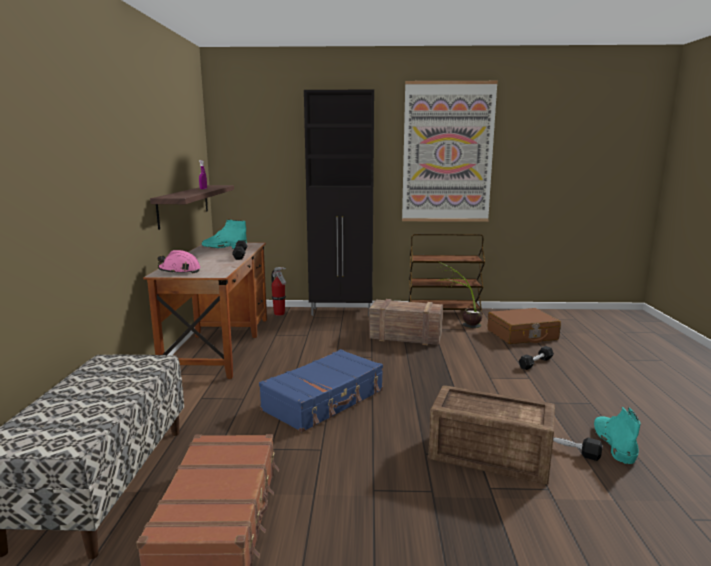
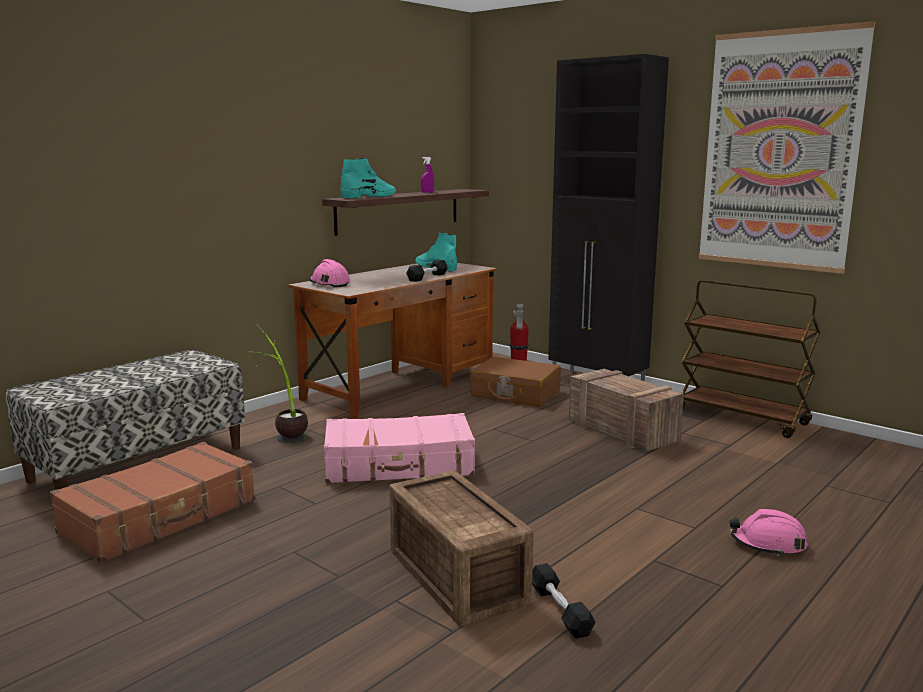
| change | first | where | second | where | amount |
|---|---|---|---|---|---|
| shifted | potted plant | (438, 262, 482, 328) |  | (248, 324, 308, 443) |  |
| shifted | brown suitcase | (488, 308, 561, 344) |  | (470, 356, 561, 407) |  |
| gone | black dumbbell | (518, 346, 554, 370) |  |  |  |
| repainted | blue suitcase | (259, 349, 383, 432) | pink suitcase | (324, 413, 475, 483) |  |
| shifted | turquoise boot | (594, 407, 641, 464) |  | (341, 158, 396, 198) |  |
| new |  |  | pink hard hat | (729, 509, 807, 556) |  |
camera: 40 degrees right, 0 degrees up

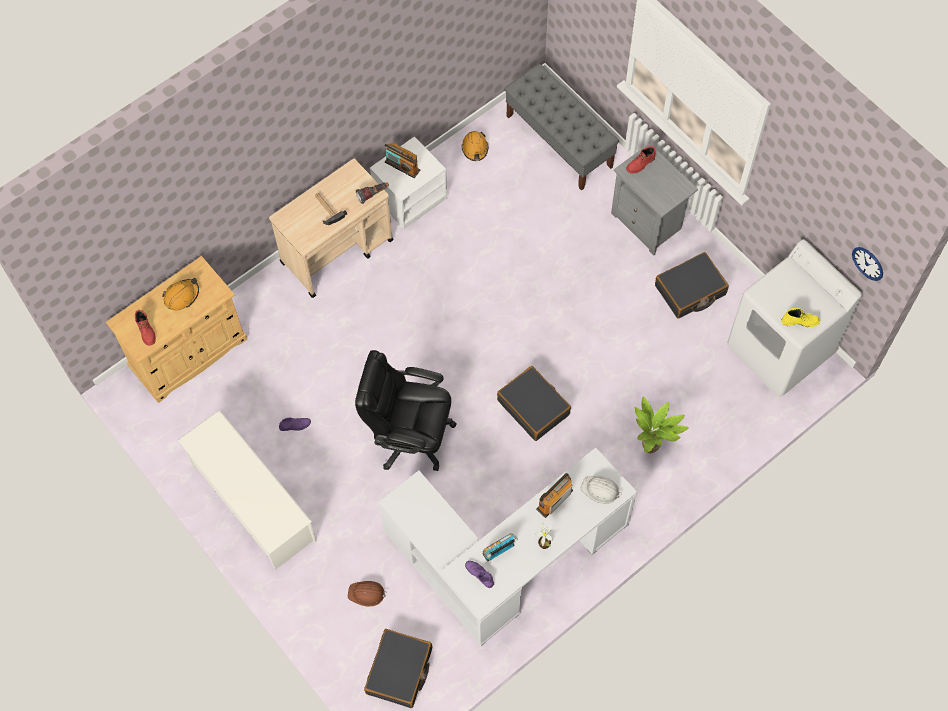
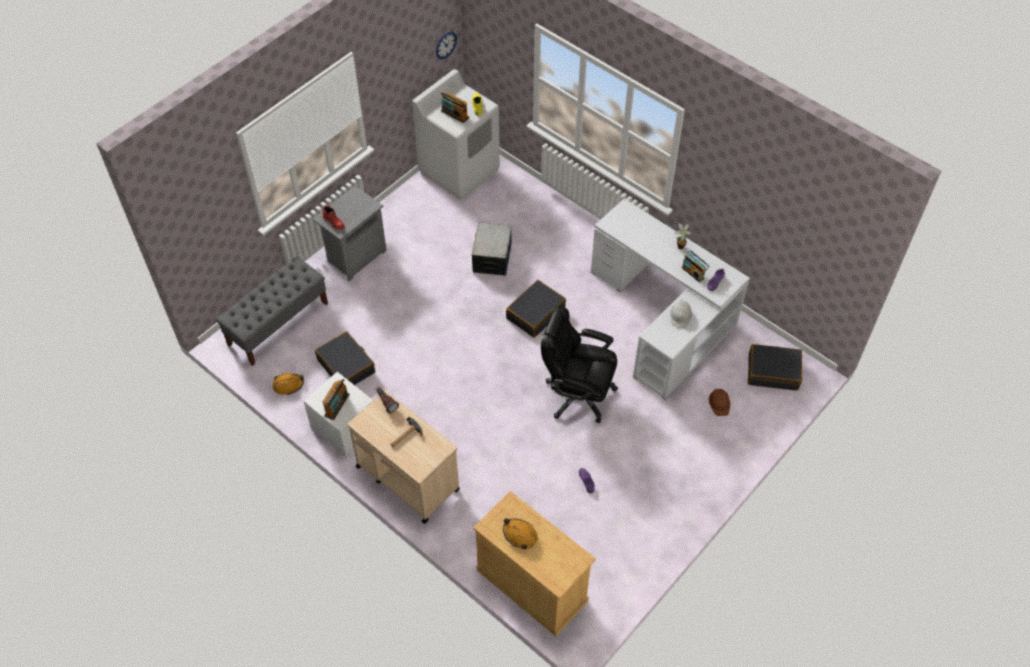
| change | first | where | second | where | amount |
|---|---|---|---|---|---|
| shifted | black suitcase | (655, 252, 729, 319) |  | (315, 331, 375, 385) |  |
| gone | red boot | (135, 310, 156, 346) |  |  |  |
| rotated | black office chair | (355, 350, 457, 471) |  | (541, 306, 618, 423) | 105 degrees clockwise |
| gone | potted plant | (635, 396, 689, 453) |  |  |  |
| gone | white shoe rack | (178, 410, 317, 570) |  |  |  |
| shifted | radio | (536, 473, 573, 518) |  | (441, 92, 469, 123) |  |
| shifted | white hard hat | (581, 476, 622, 504) |  | (670, 301, 692, 328) |  |
| new |  |  | storage box | (472, 223, 512, 276) |  |
camera: 100 degrees left, 10 degrees down

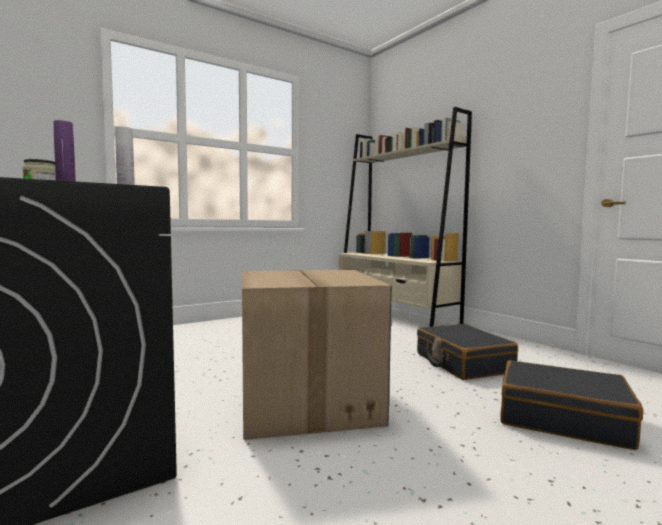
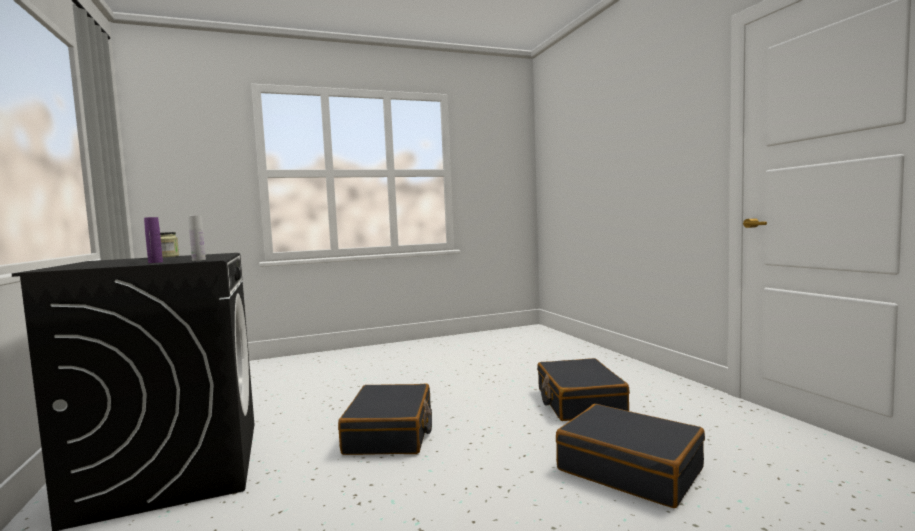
| change | first | where | second | where | amount |
|---|---|---|---|---|---|
| gone | beige bookcase | (339, 107, 472, 327) |  |  |  |
| swapped | cardboard box | (242, 270, 392, 440) | black suitcase | (338, 384, 432, 455) |  |
camera: 15 degrees right, 0 degrees up

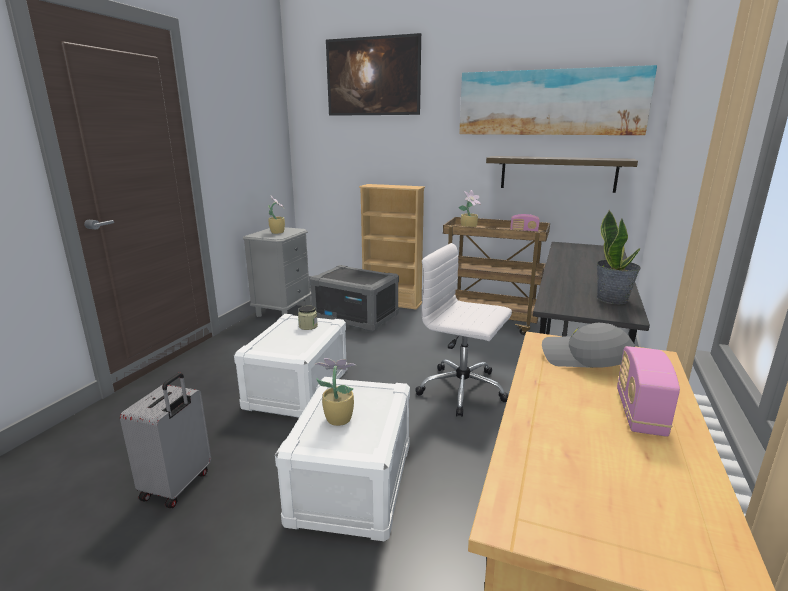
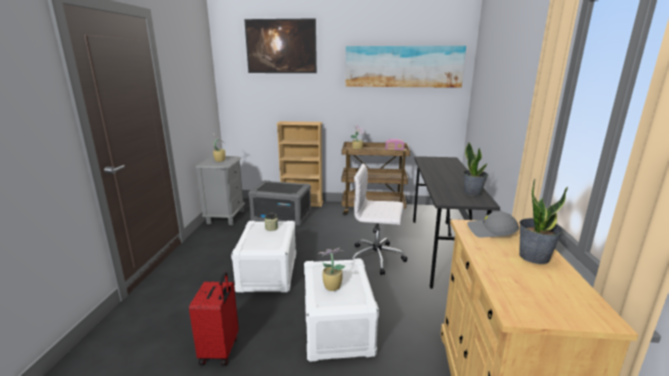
| change | first | where | second | where | amount |
|---|---|---|---|---|---|
| gone | shelf | (486, 156, 638, 193) |  |  |  |
| swapped | radio | (617, 346, 680, 437) | potted plant | (519, 179, 568, 264) |  |
| repainted | grey suitcase | (120, 373, 211, 508) | red suitcase | (189, 272, 239, 366) |  |
camera: 15 degrees left, 0 degrees up

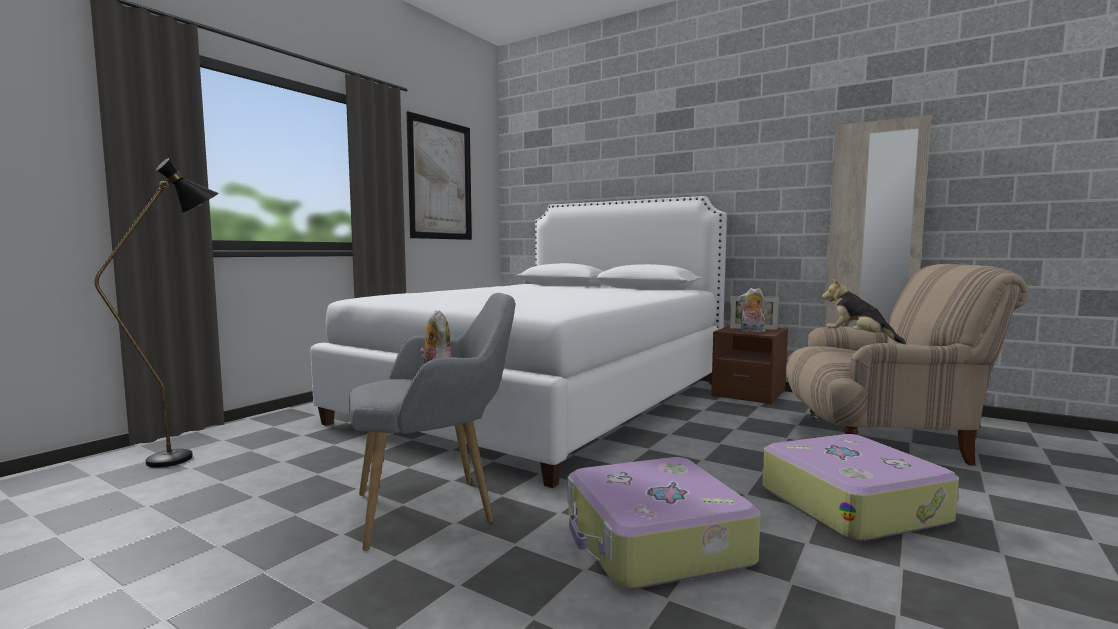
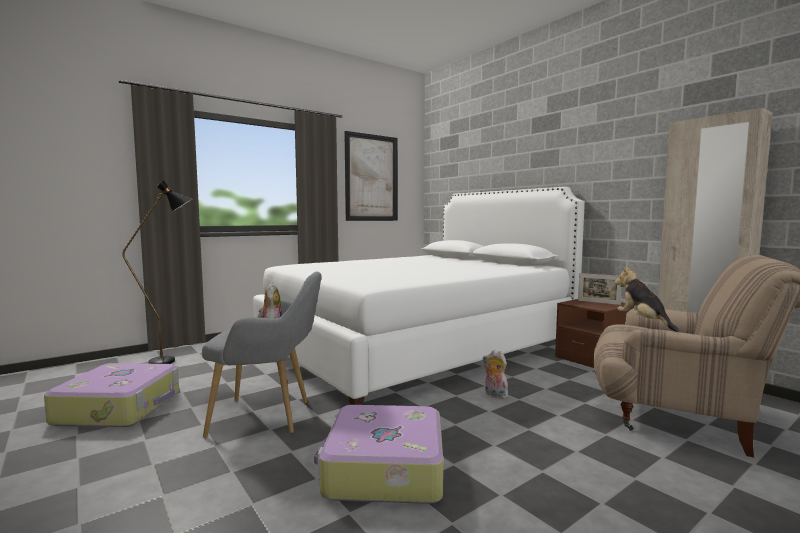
| change | first | where | second | where | amount |
|---|---|---|---|---|---|
| shifted | plush toy | (738, 288, 765, 333) |  | (483, 350, 508, 399) |  |
| shifted | suitcase | (762, 434, 959, 542) |  | (44, 363, 179, 427) |  |
camera: 20 degrees right, 0 degrees up

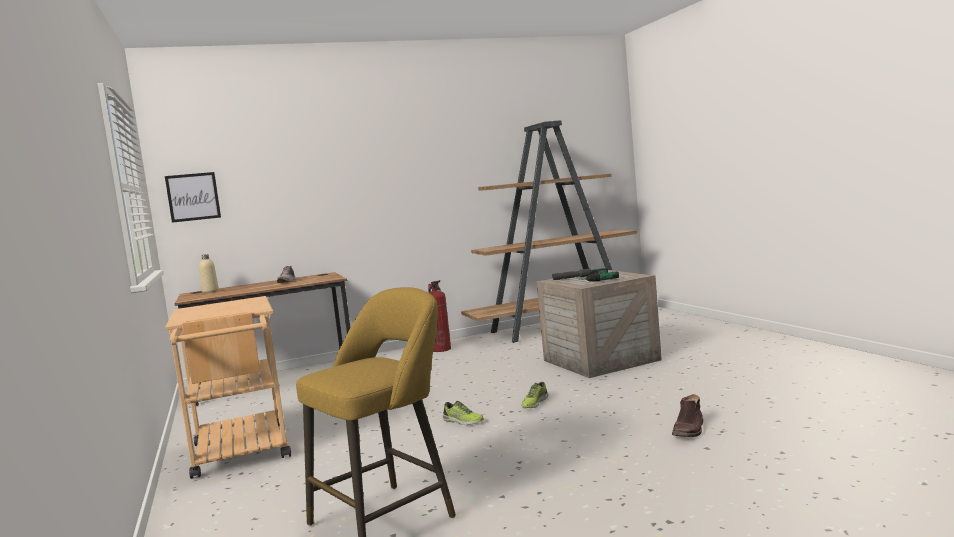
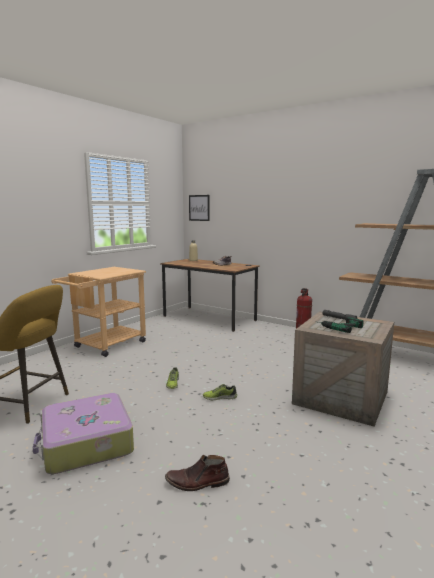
| change | first | where | second | where | amount |
|---|---|---|---|---|---|
| new |  |  | suitcase | (33, 393, 134, 474) |  |
camera: 55 degrees right, 5 degrees up

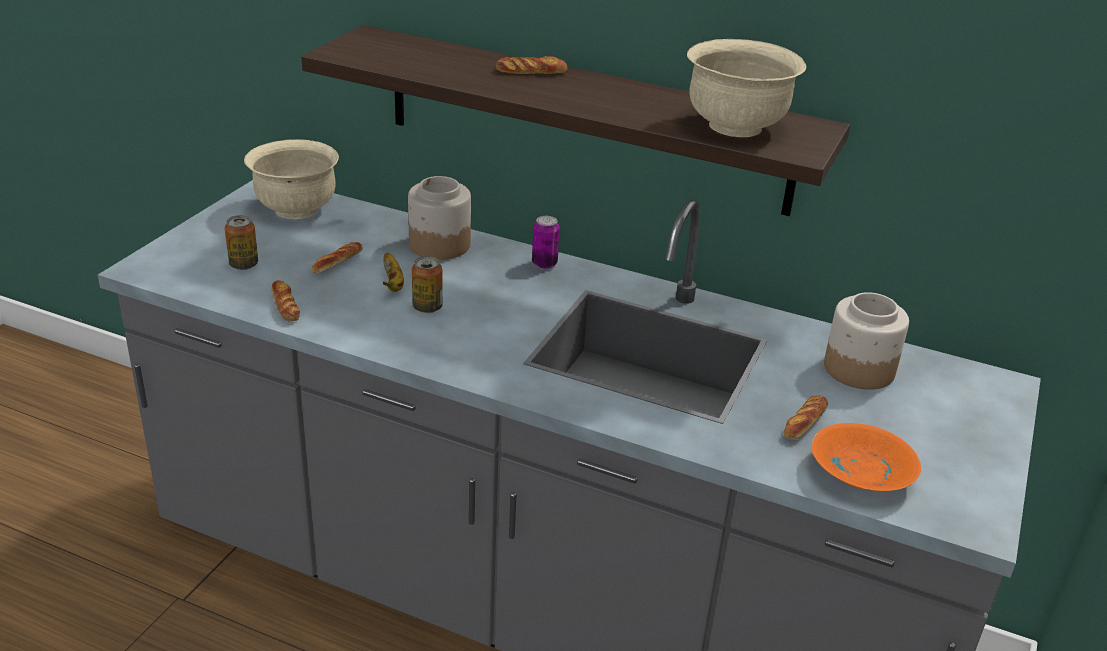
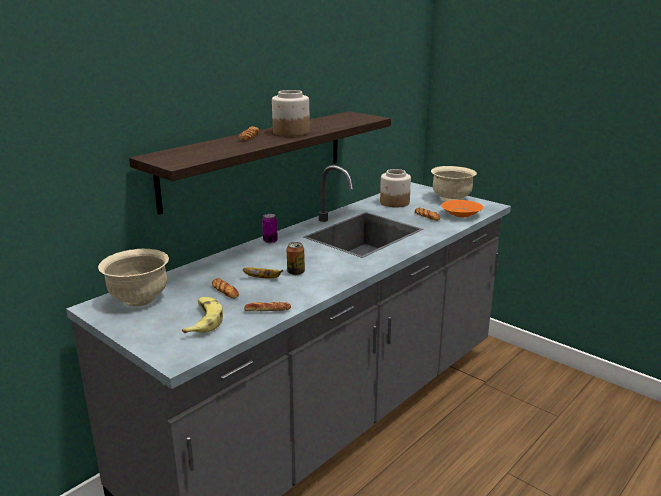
| change | first | where | second | where | amount |
|---|---|---|---|---|---|
| shifted | beige bowl | (687, 39, 806, 137) |  | (431, 166, 477, 201) |  |
| shifted | jar | (408, 176, 471, 260) |  | (272, 90, 310, 136) |  |
| swapped | can | (225, 215, 258, 270) | banana | (182, 297, 223, 333) |  |
camera: 70 degrees left, 10 degrees down

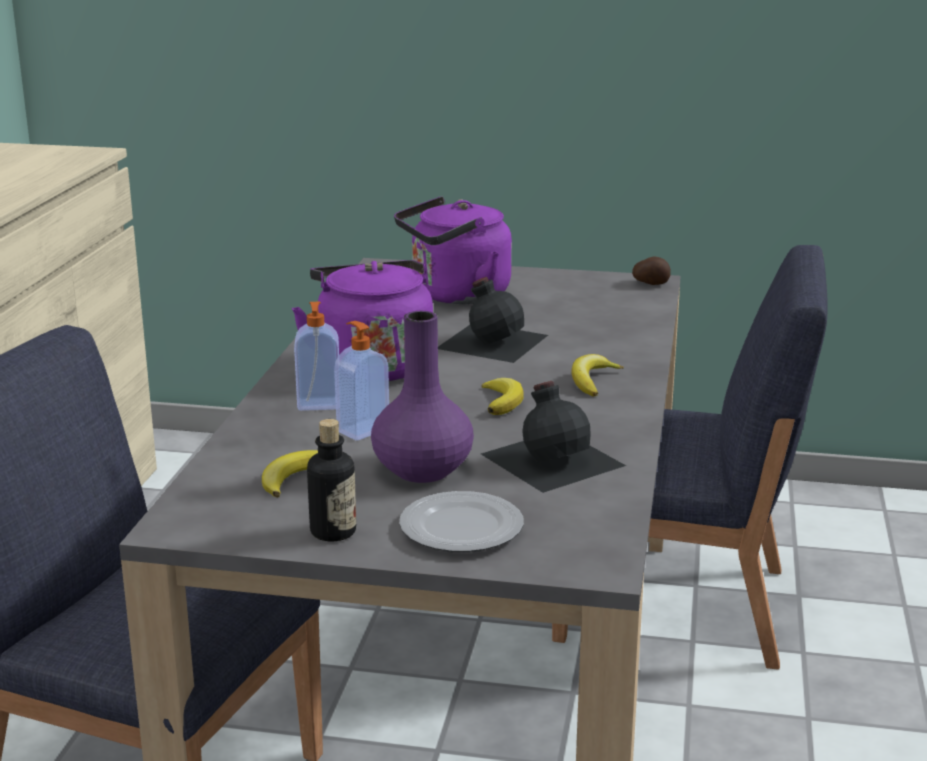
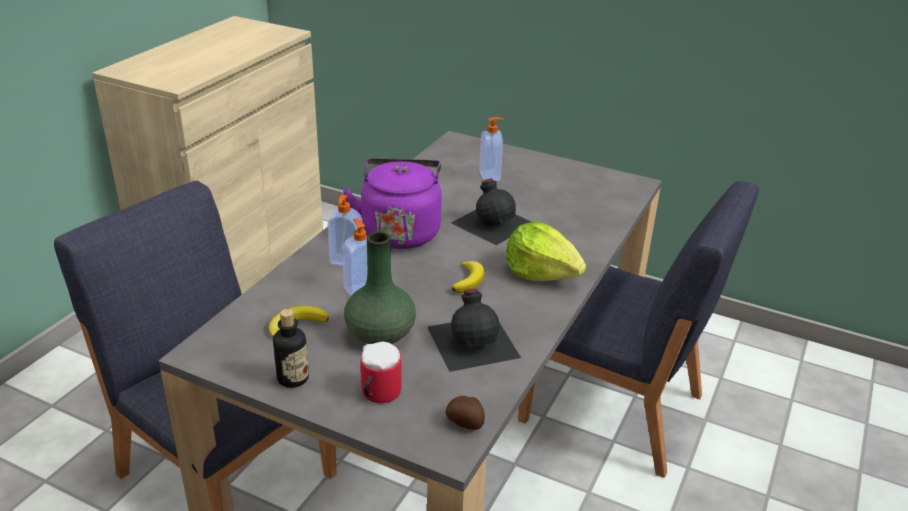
| change | first | where | second | where | amount |
|---|---|---|---|---|---|
| swapped | purple kettle | (394, 196, 512, 304) | soap dispenser | (479, 117, 504, 181) |  |
| shifted | potato | (632, 256, 671, 285) |  | (446, 396, 485, 430) |  |
| repainted | purple vase | (371, 311, 474, 483) | green vase | (344, 232, 416, 344) |  |
| swapped | banana | (571, 354, 624, 397) | lettuce | (506, 221, 586, 281) |  |
| swapped | plate | (399, 491, 524, 552) | mug | (361, 342, 402, 403) |  |
camera: 15 degrees right, 10 degrees up

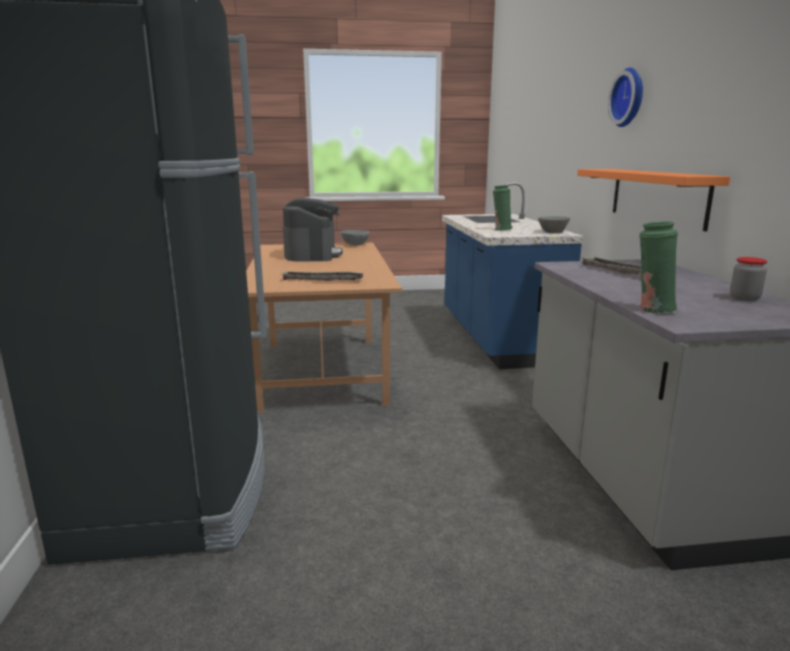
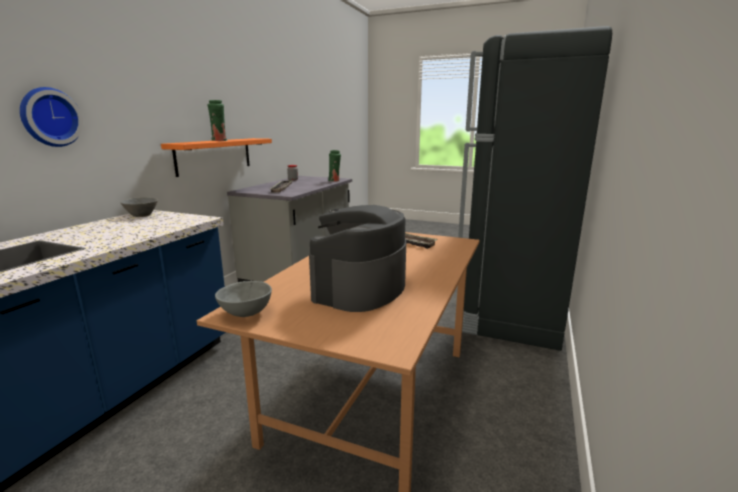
| change | first | where | second | where | amount |
|---|---|---|---|---|---|
| shifted | wall clock | (608, 68, 643, 127) |  | (20, 87, 83, 147) |  |
| shifted | green vase | (493, 185, 512, 231) |  | (207, 100, 228, 141) |  |
camera: 150 degrees left, 0 degrees up

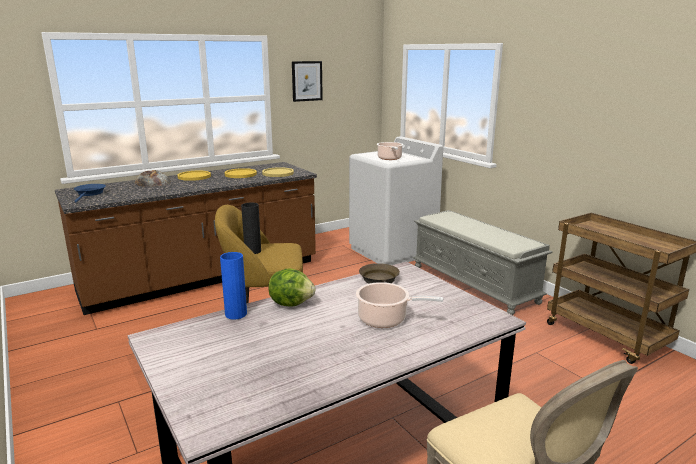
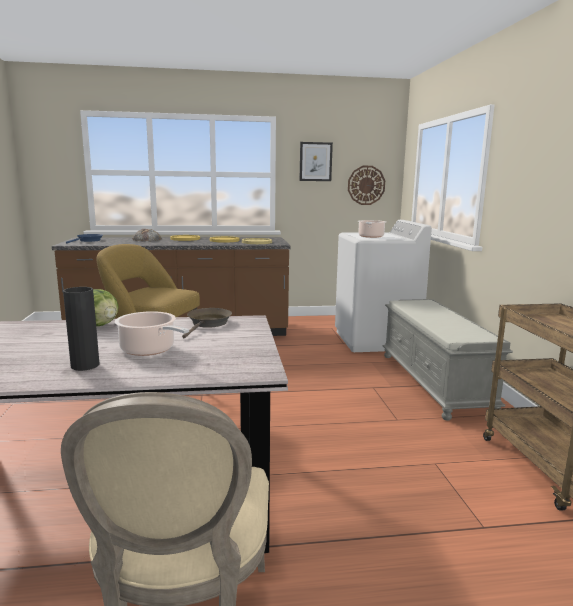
| change | first | where | second | where | amount |
|---|---|---|---|---|---|
| shifted | black vase | (241, 203, 261, 254) |  | (63, 287, 100, 371) |  |
| gone | blue vase | (220, 252, 247, 320) |  |  |  |
| new |  |  | wall clock | (348, 166, 385, 205) |  |
camera: 25 degrees right, 5 degrees down

